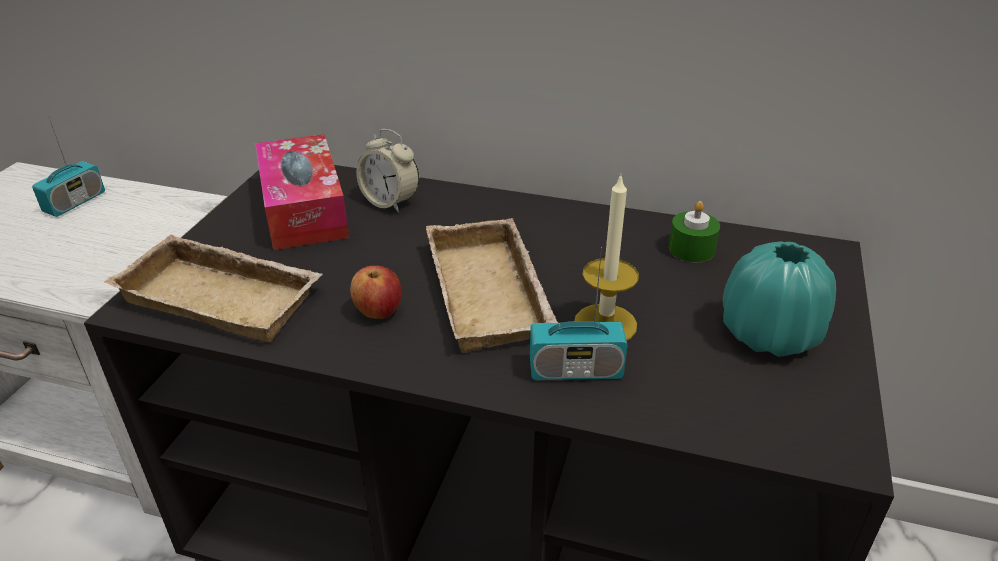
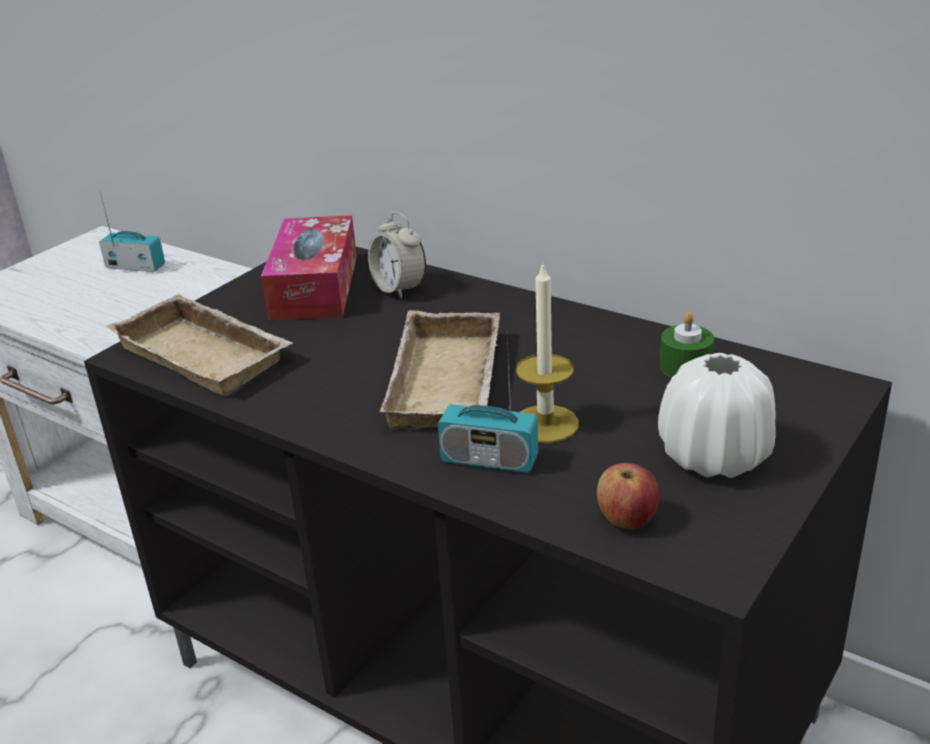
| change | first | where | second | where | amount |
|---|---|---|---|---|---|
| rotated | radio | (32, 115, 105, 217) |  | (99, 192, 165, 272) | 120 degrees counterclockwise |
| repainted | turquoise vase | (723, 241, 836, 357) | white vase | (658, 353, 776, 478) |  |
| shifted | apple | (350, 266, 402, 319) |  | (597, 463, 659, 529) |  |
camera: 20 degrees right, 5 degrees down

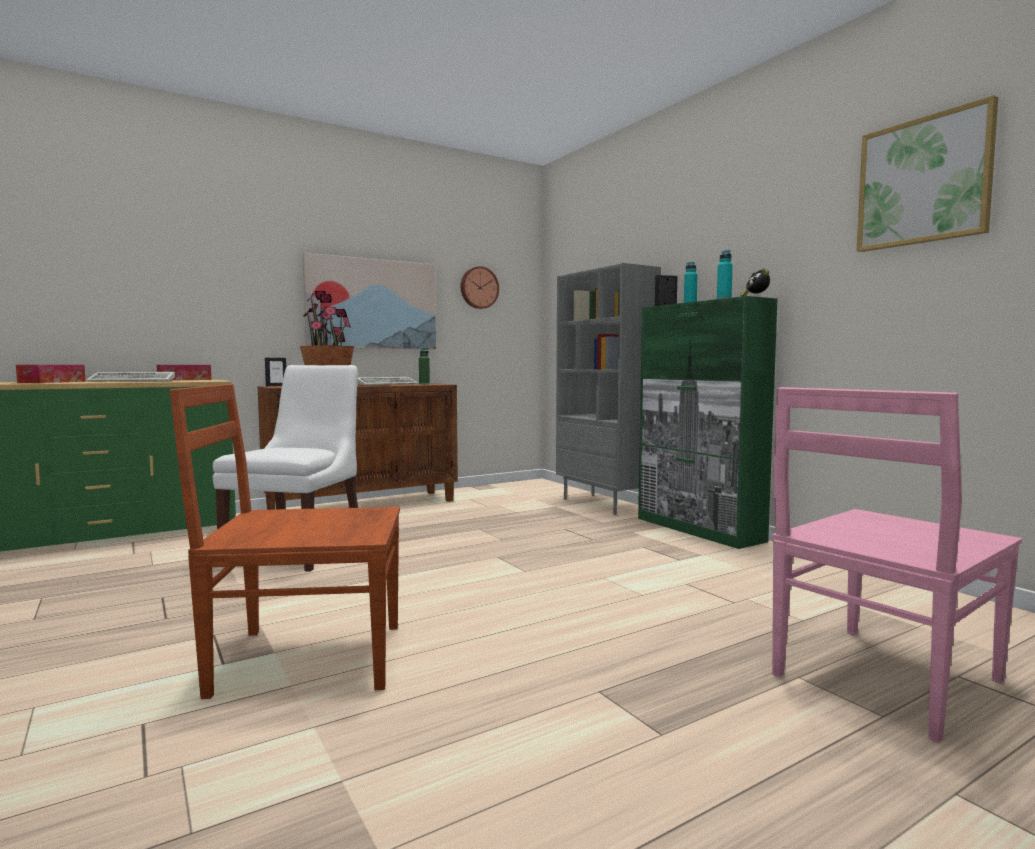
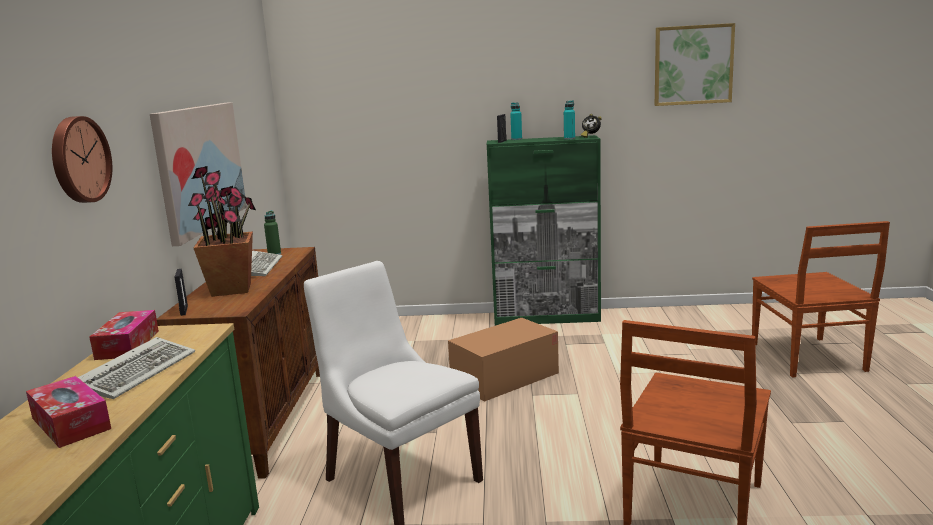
| change | first | where | second | where | amount |
|---|---|---|---|---|---|
| gone | grey bookcase | (556, 263, 661, 515) |  |  |  |
| shifted | wall clock | (461, 266, 499, 309) |  | (52, 116, 112, 203) |  |
| repainted | pink chair | (772, 387, 1022, 743) | brown chair | (752, 221, 890, 378) |  |
| new |  |  | cardboard box | (448, 318, 559, 402) |  |
camera: 55 degrees left, 10 degrees up

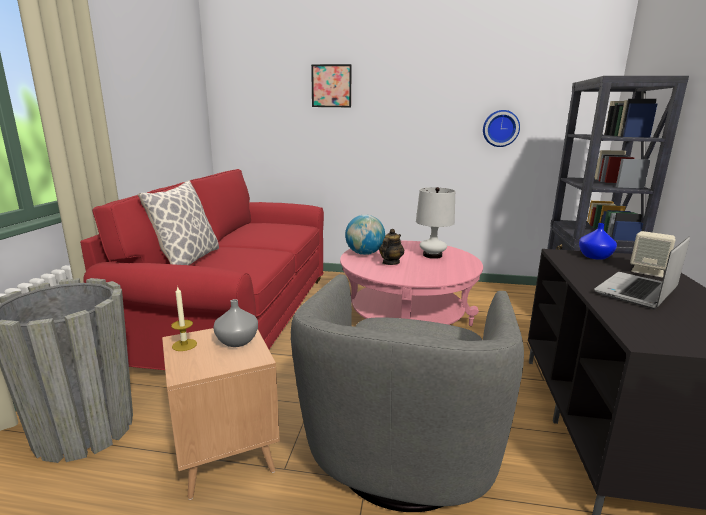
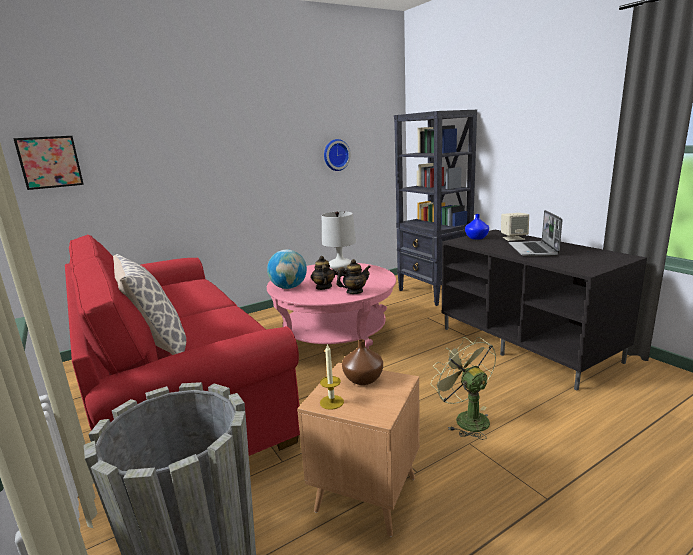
| change | first | where | second | where | amount |
|---|---|---|---|---|---|
| shifted | picture | (311, 64, 352, 107) |  | (13, 136, 84, 190) |  |
| swapped | grey armchair | (291, 274, 524, 512) | green fan | (431, 337, 496, 440) |  |
| repainted | grey vase | (213, 299, 258, 347) | brown vase | (342, 339, 383, 385) |  |
| new |  |  | teapot | (336, 259, 370, 294) |  |
camera: 40 degrees left, 0 degrees up

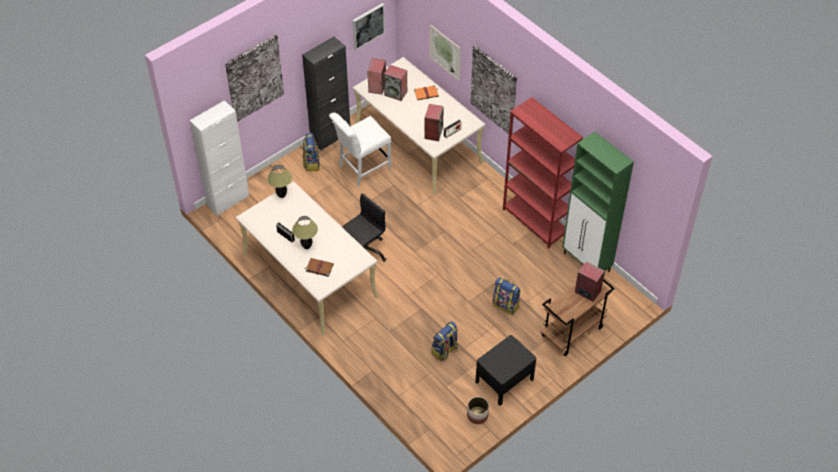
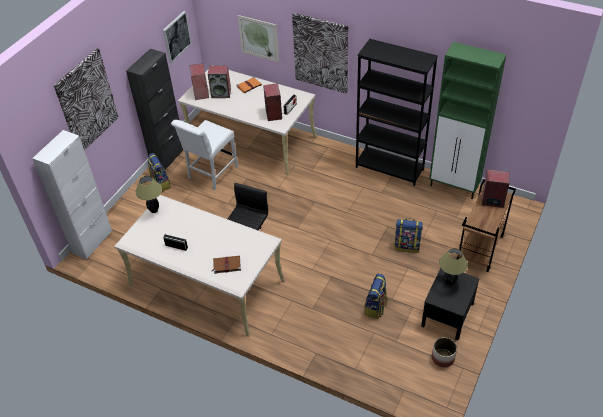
| change | first | where | second | where | amount |
|---|---|---|---|---|---|
| repainted | red bookcase | (503, 97, 583, 249) | black bookcase | (356, 39, 438, 186) |  |
| shifted | table lamp | (292, 216, 318, 249) |  | (439, 248, 468, 285) |  |
camera: 20 degrees left, 5 degrees down

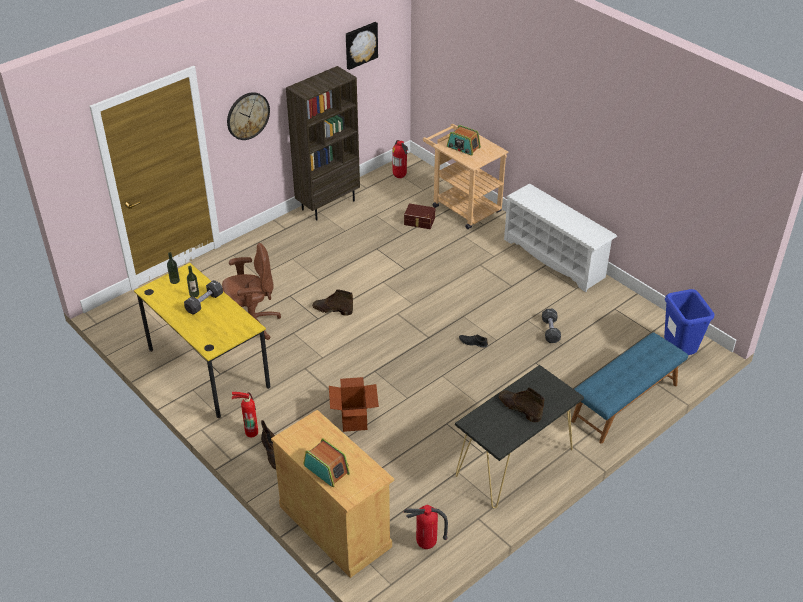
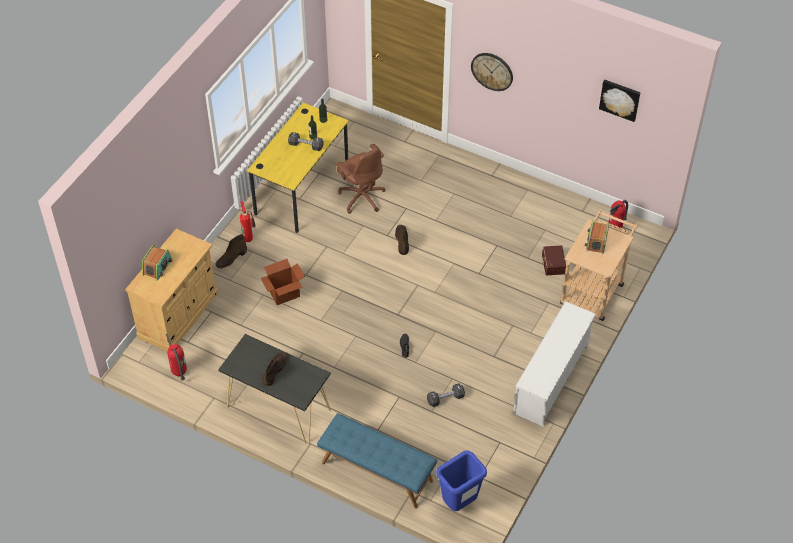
| change | first | where | second | where | amount |
|---|---|---|---|---|---|
| gone | brown bookcase | (286, 66, 360, 220) |  |  |  |
camera: 70 degrees right, 10 degrees up

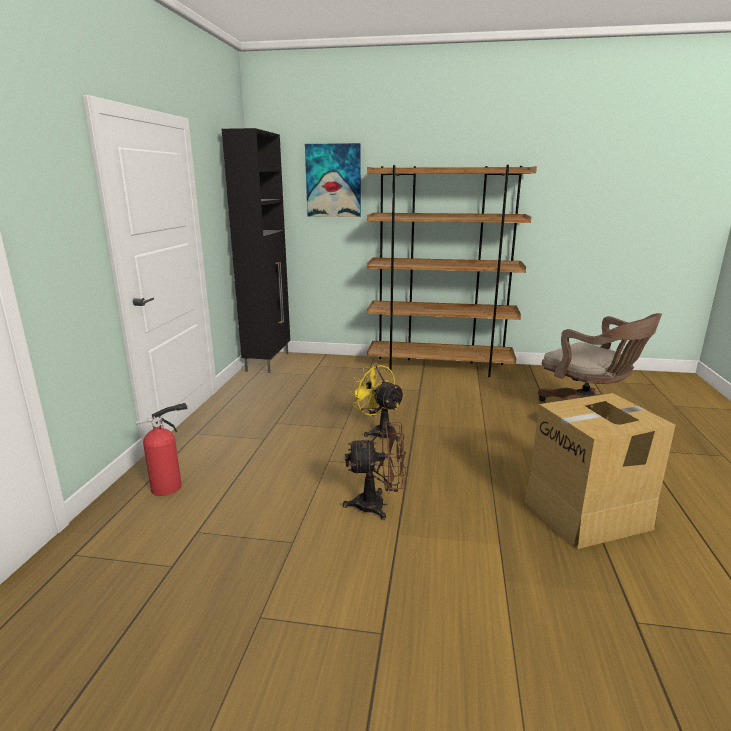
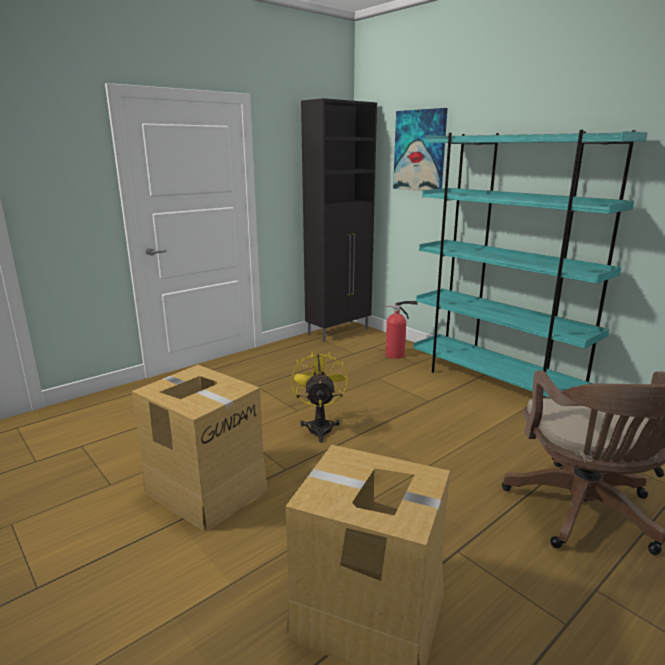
| change | first | where | second | where | amount |
|---|---|---|---|---|---|
| repainted | brown bookcase | (367, 165, 537, 377) | turquoise bookcase | (413, 130, 648, 398) |  |
| shifted | fire extinguisher | (136, 403, 187, 496) |  | (385, 301, 418, 359) |  |
| swapped | brown fan | (343, 422, 406, 520) | cardboard box | (132, 365, 268, 531) |  |
camera: 40 degrees right, 0 degrees up

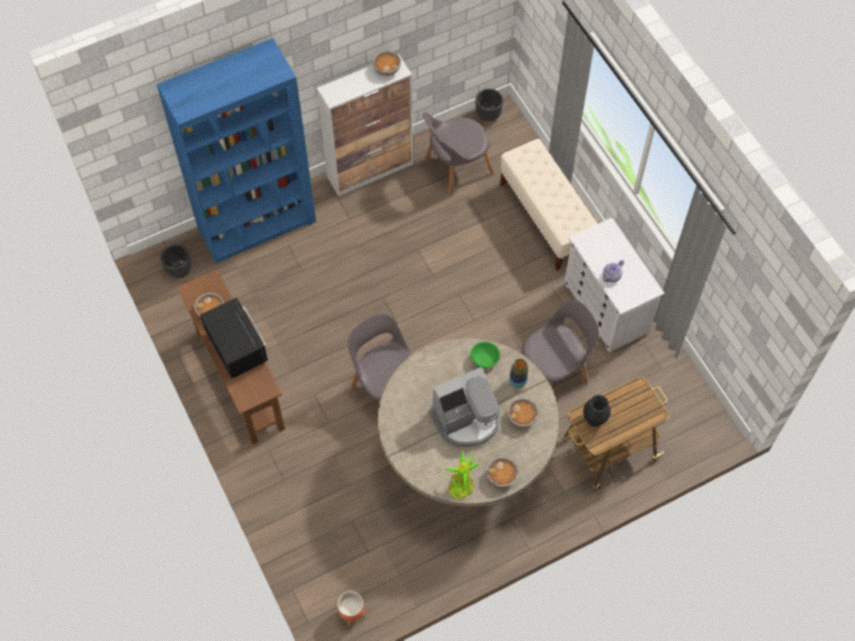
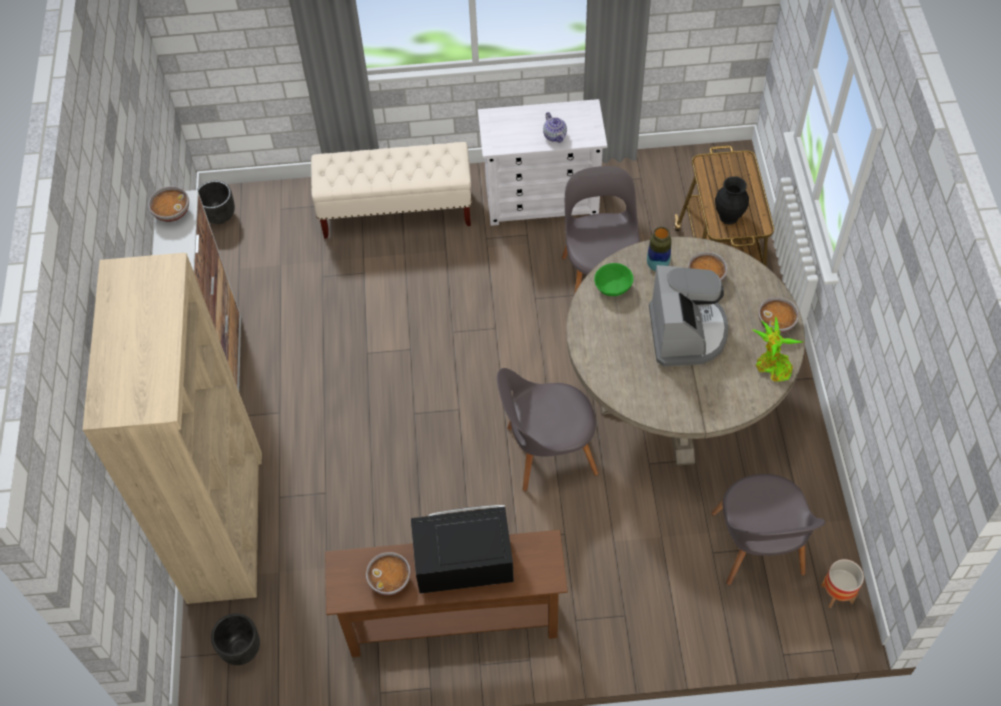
| change | first | where | second | where | amount |
|---|---|---|---|---|---|
| repainted | blue bookcase | (156, 38, 316, 263) | beige bookcase | (82, 253, 262, 604) |  |
| shifted | grey chair | (423, 113, 494, 195) |  | (711, 474, 825, 585) |  |
camera: 65 degrees left, 5 degrees down

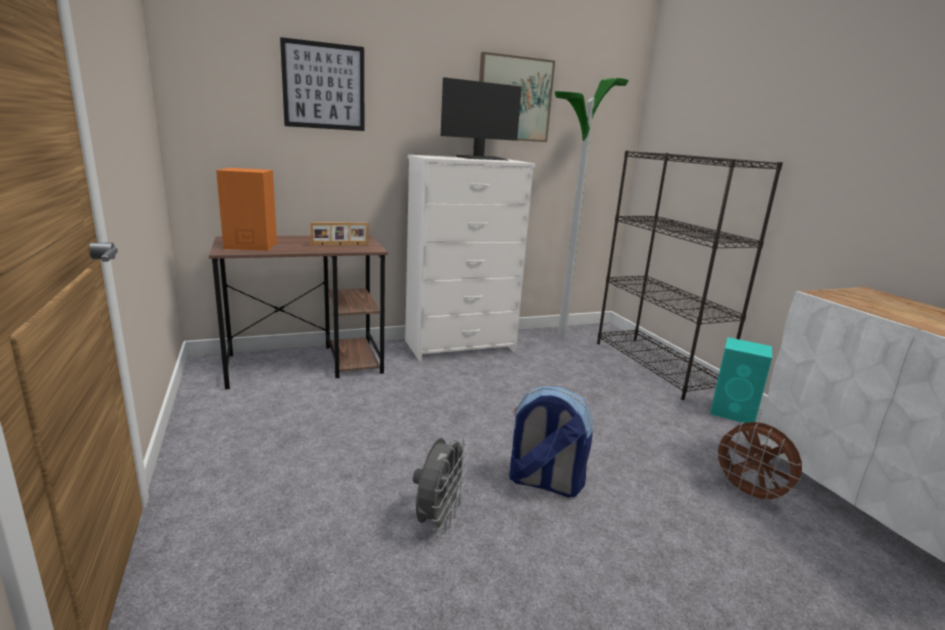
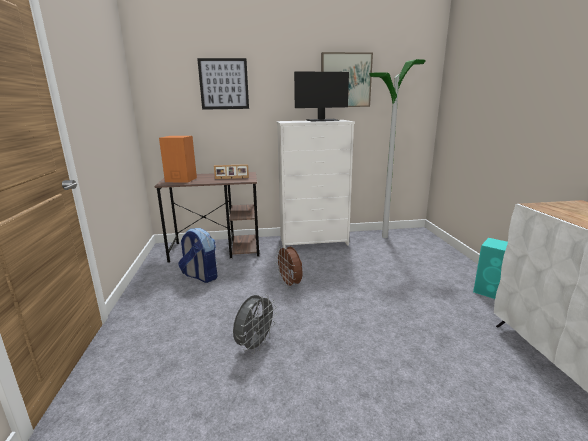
| change | first | where | second | where | amount |
|---|---|---|---|---|---|
| gone | black bookcase | (597, 151, 783, 400) |  |  |  |
| shifted | backpack | (509, 386, 593, 498) |  | (178, 228, 217, 283) |  |
| shifted | brown fan | (712, 422, 802, 505) |  | (275, 246, 302, 289) |  |
camera: 15 degrees right, 0 degrees up

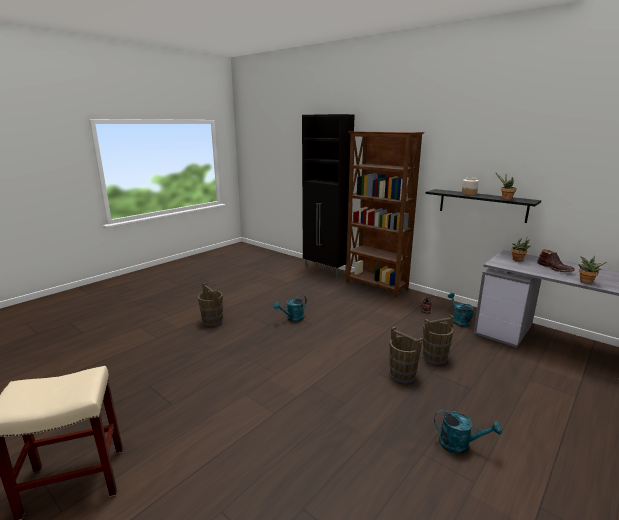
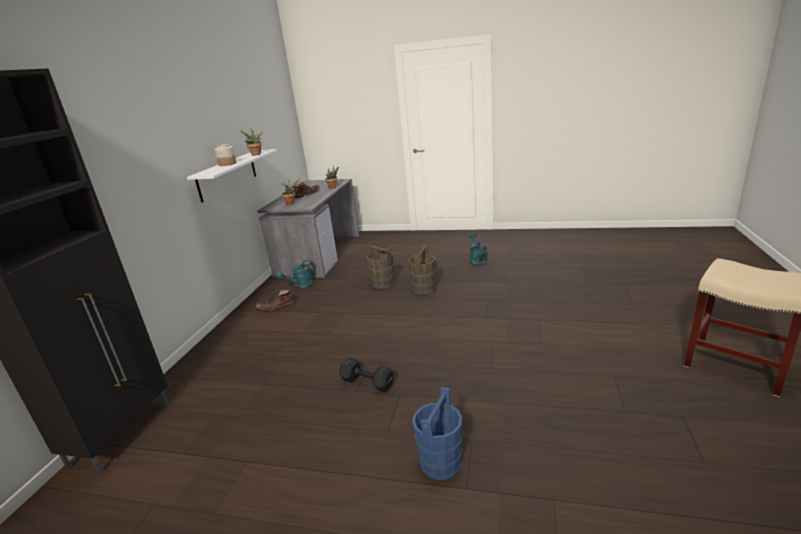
| change | first | where | second | where | amount |
|---|---|---|---|---|---|
| gone | brown bookcase | (346, 131, 425, 297) |  |  |  |
| repainted | black shelf | (426, 189, 541, 223) | white shelf | (187, 149, 277, 203) |  |
| repainted | brown bucket | (198, 283, 223, 327) | blue bucket | (412, 387, 463, 480) |  |
| swapped | turquoise watering can | (273, 295, 307, 322) | black dumbbell | (339, 357, 394, 392) |  |
camera: 115 degrees left, 5 degrees up

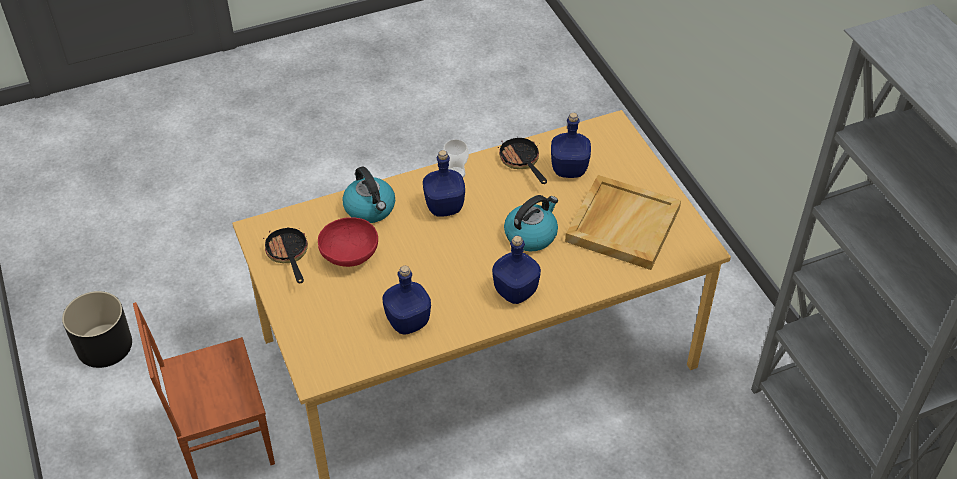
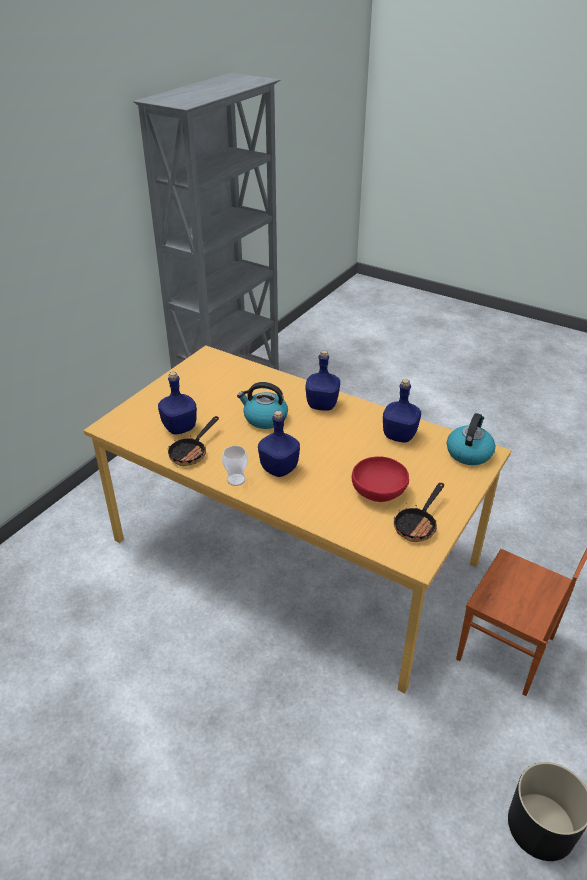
| change | first | where | second | where | amount |
|---|---|---|---|---|---|
| shifted | kettle | (343, 166, 395, 223) |  | (447, 413, 495, 465) |  |
| gone | beige tray | (565, 175, 681, 270) |  |  |  |
camera: 125 degrees left, 10 degrees down

